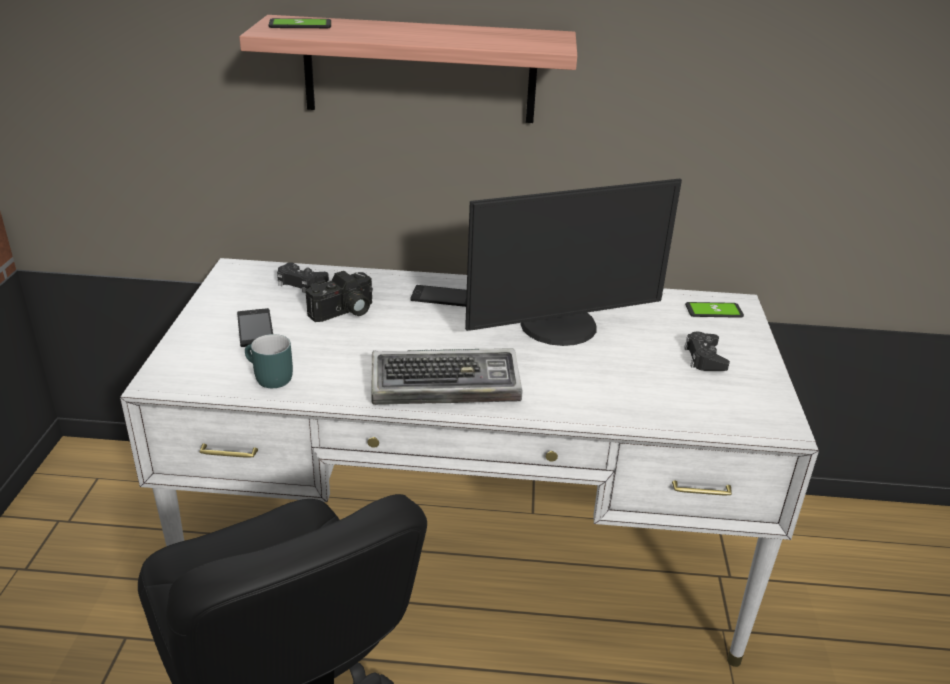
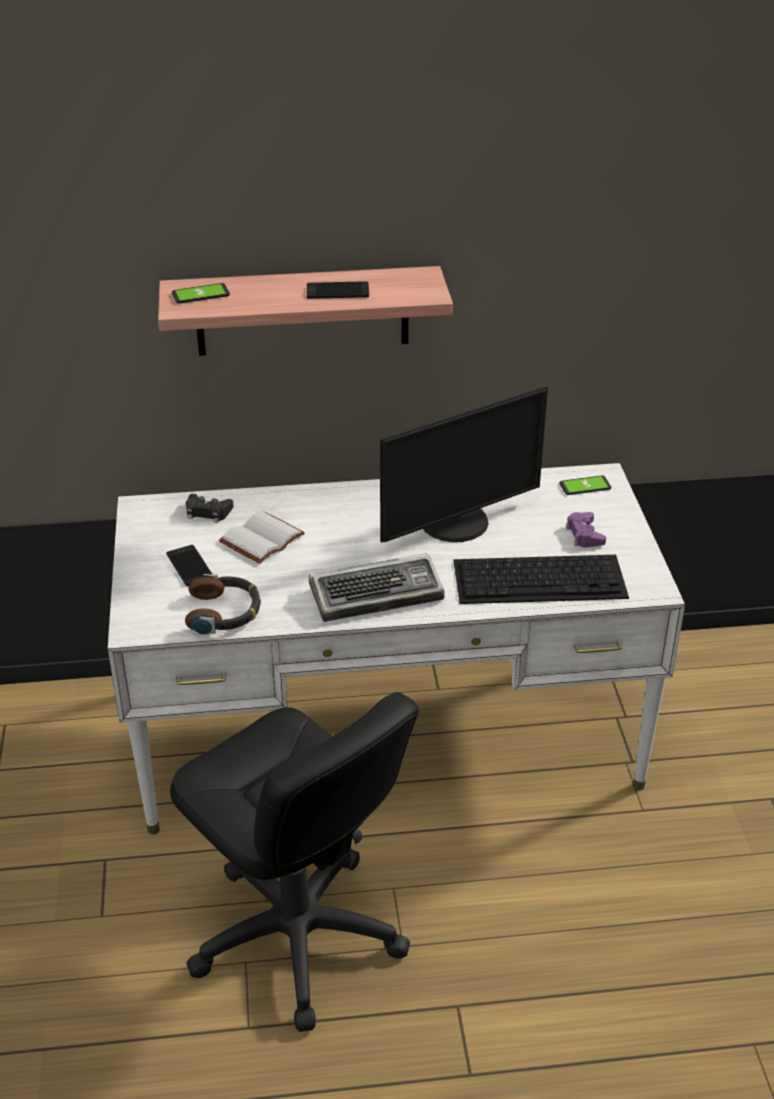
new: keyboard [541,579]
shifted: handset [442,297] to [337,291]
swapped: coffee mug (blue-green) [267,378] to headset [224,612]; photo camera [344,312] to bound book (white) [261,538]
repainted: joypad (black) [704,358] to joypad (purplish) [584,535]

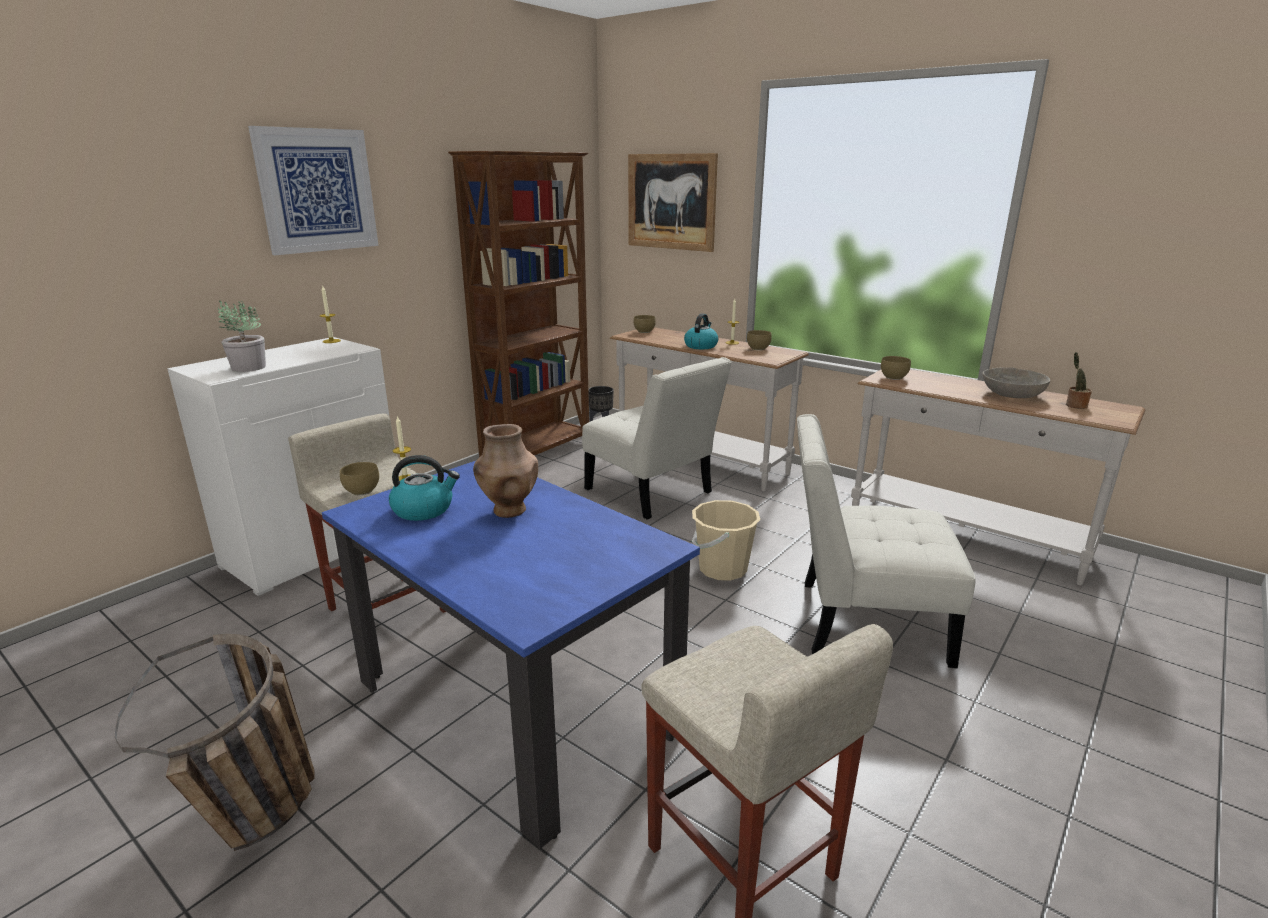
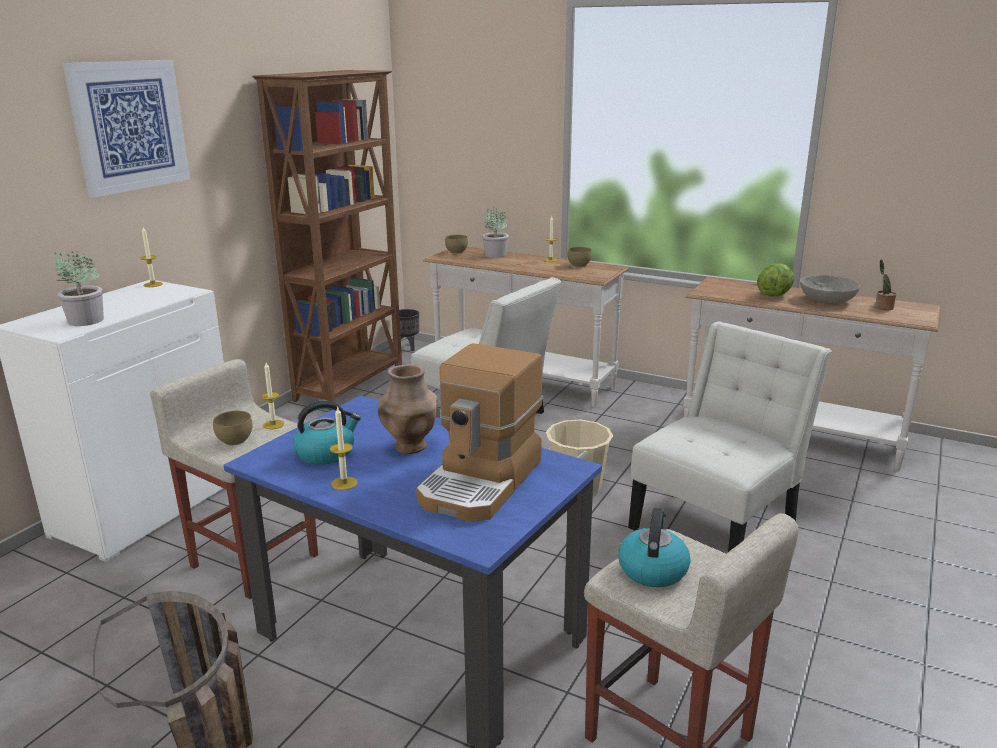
gone: picture [671,202]; bowl (brown-coloured) [892,377]
new: candle [344,483]; coffee brewer [482,482]; potted plant [495,255]; lettuce head [774,295]
shifted: tea kettle [701,346] to [652,569]
rotated: chair (white) [861,621] = [718,522] 135 degrees clockwise

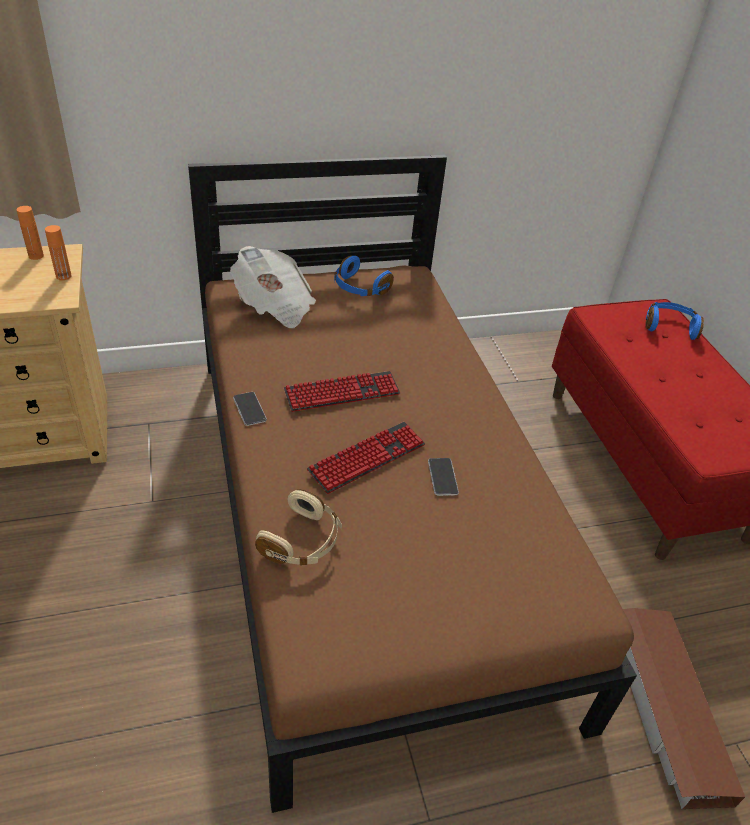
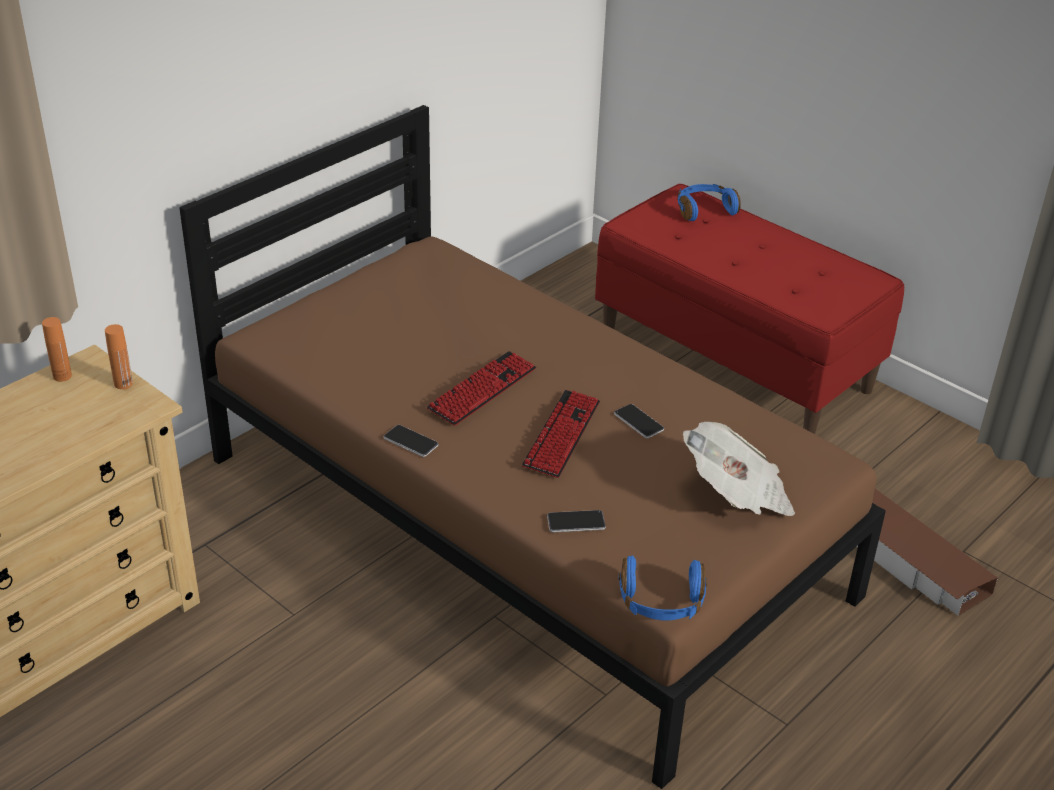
shifted: printed paper [274,306] to [737,495]; headset (bluish) [359,288] to [661,603]
swapped: headset (sand-coloured) [302,541] to handset [576,522]

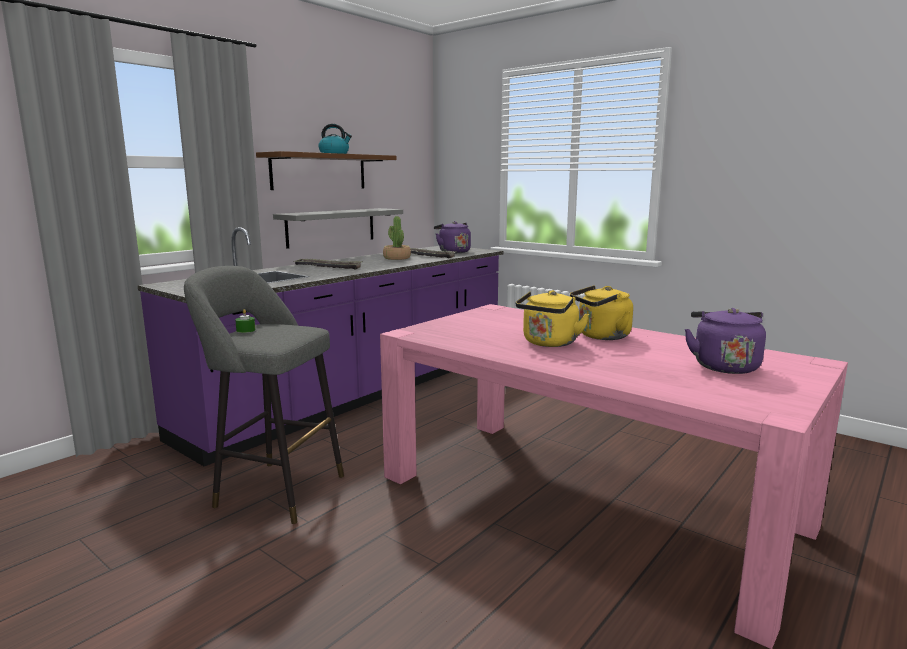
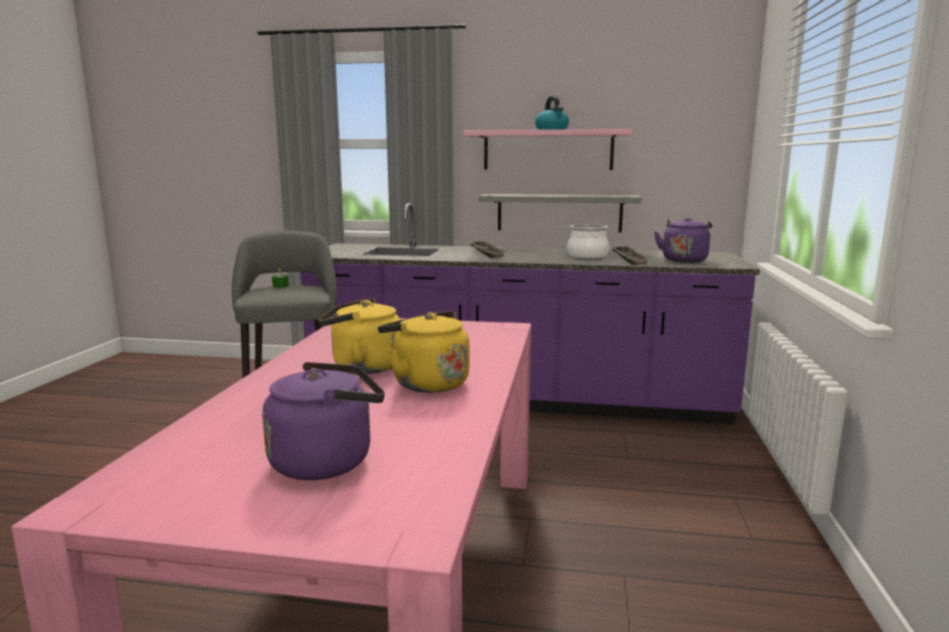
swapped: potted plant [396,258] to cooking pot [587,255]
repainted: shelf (brown-coloured) [319,172] to shelf (pink-coloured) [548,150]

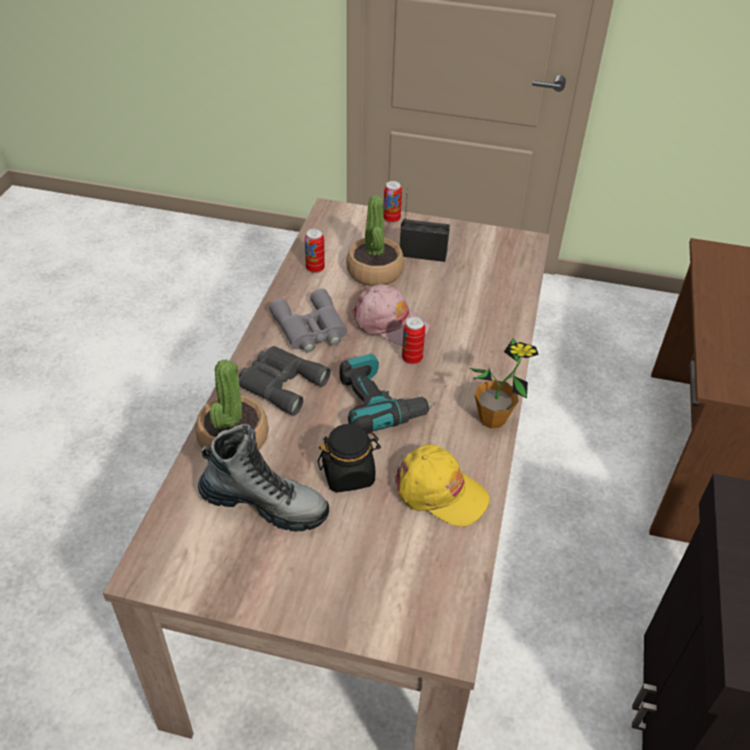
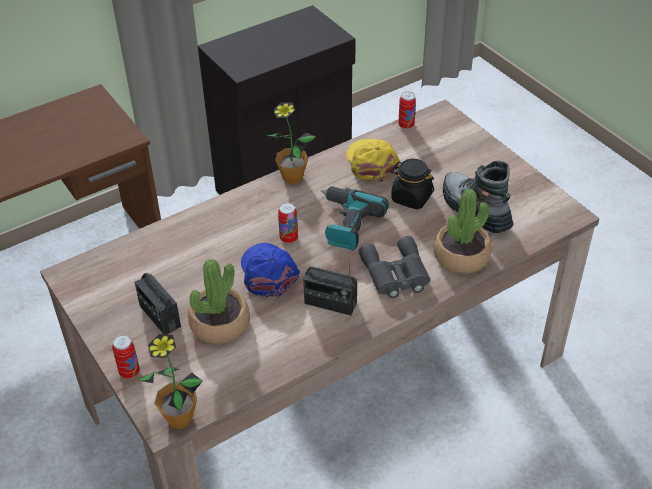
new: potted plant [179,418]
shifted: can [315,268] to [406,125]
swapped: field glasses (greyish) [310,329] to radio receiver [330,303]
repainted: peaked cap (pink-coloured) [390,323] to peaked cap (bluish) [268,272]

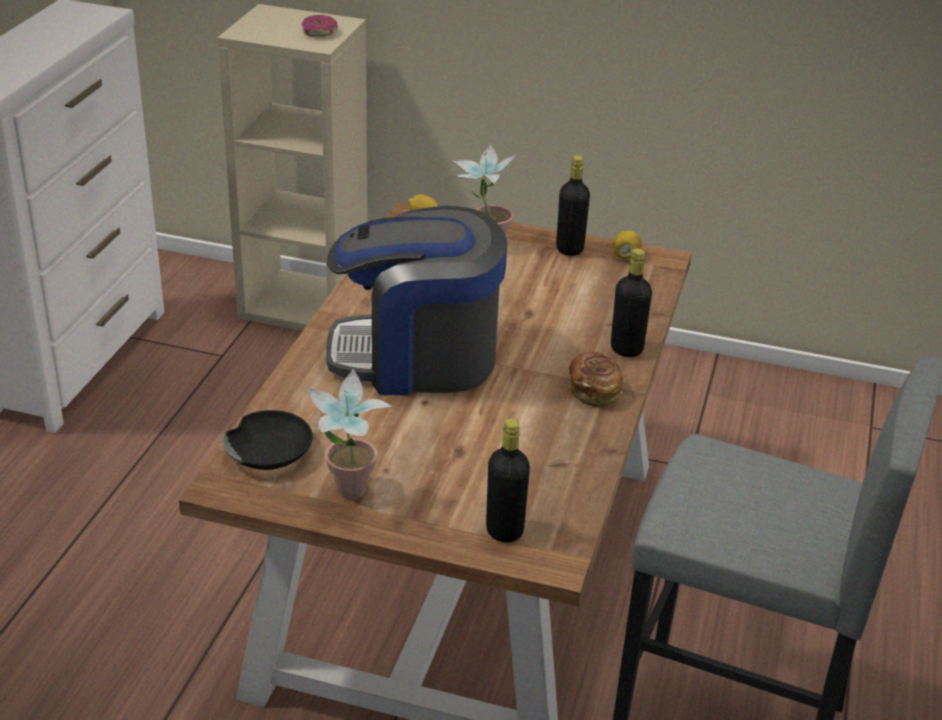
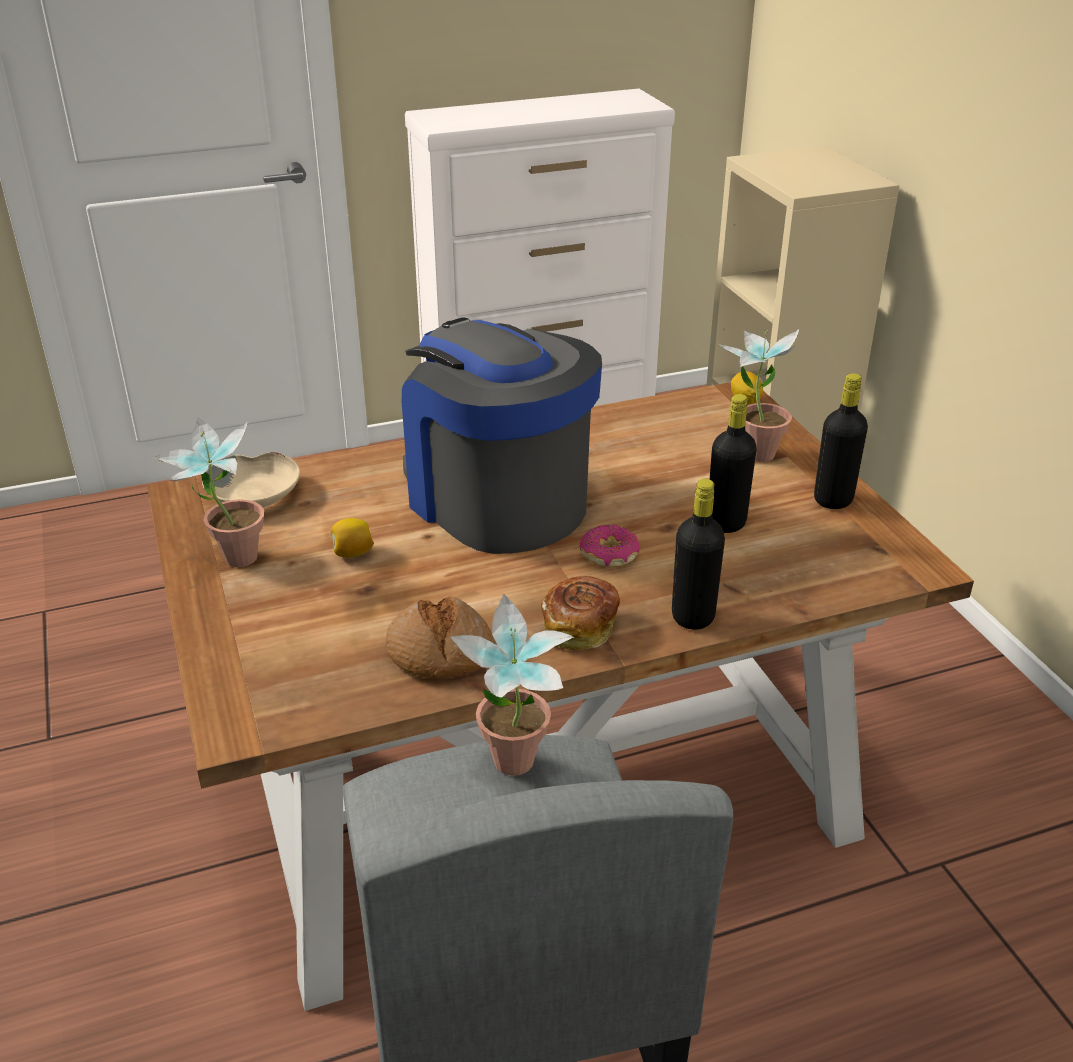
new: baked bread [440,653]; potted plant [515,773]
shifted: doughnut [320,32] to [609,555]; beverage bottle (black) [504,530] to [726,523]; lemon [625,256] to [352,553]
repainted: bowl (black) [270,452] to bowl (sand-coloured) [256,494]

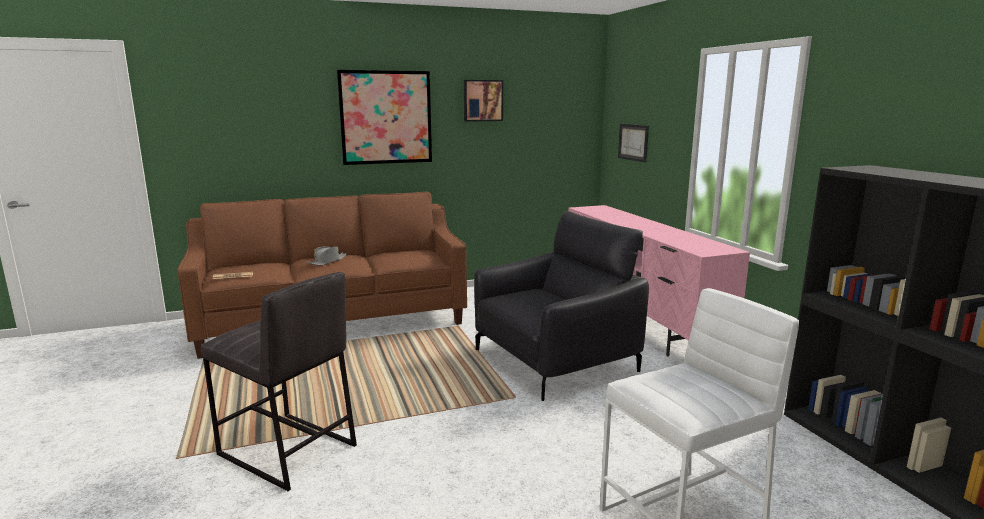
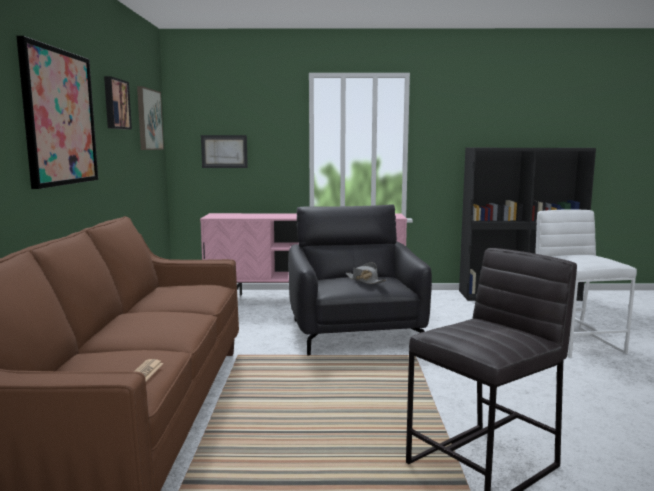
new: picture [149,119]
shifted: clothing hat (greyish) [327,261] to [365,281]

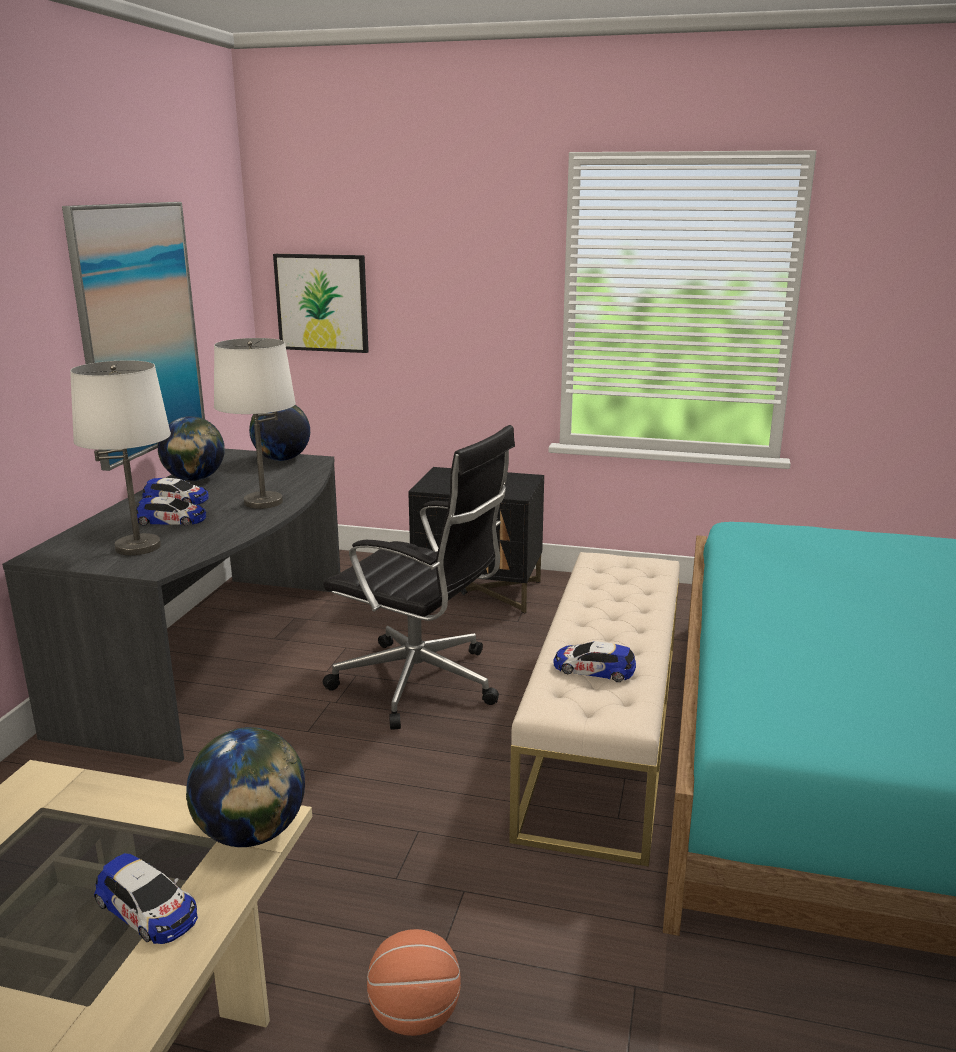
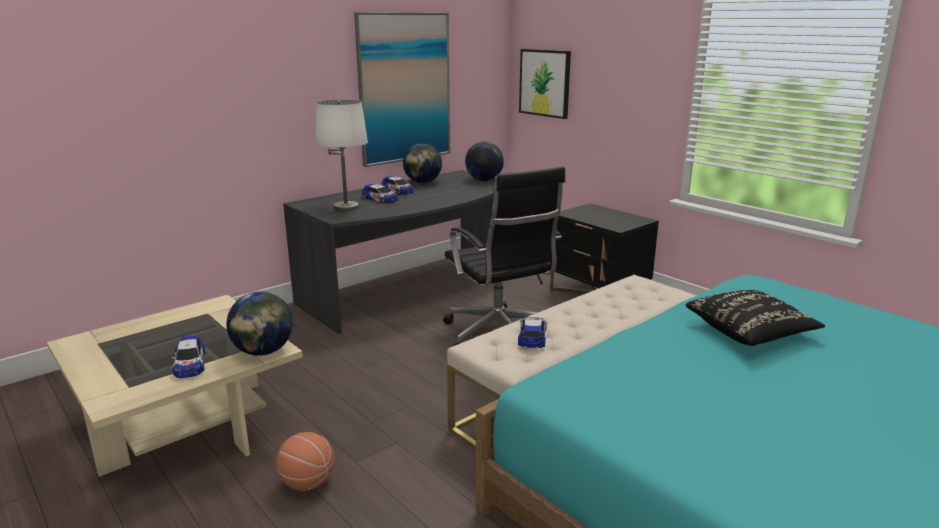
gone: lamp for a table (white) [263,502]
new: pillow (black) [749,332]
rotated: model car [594,669] = [532,336] 45 degrees clockwise

